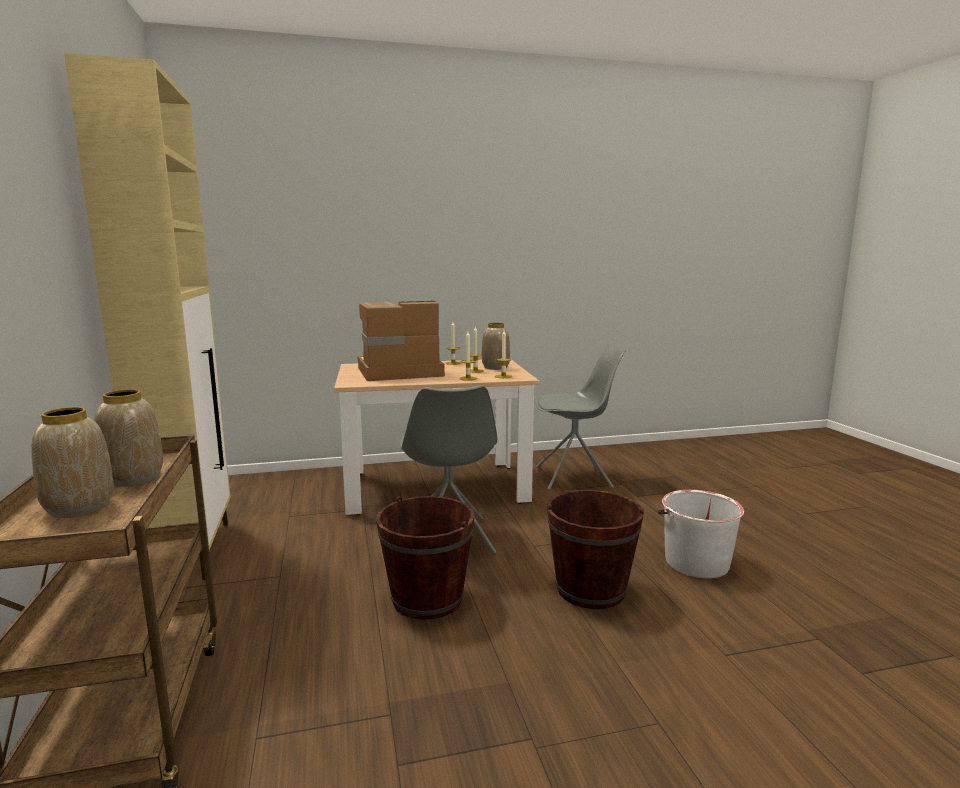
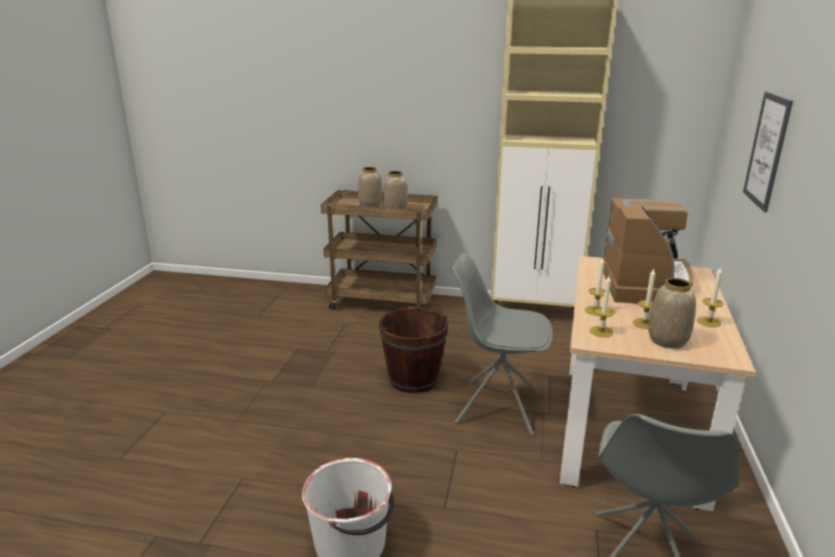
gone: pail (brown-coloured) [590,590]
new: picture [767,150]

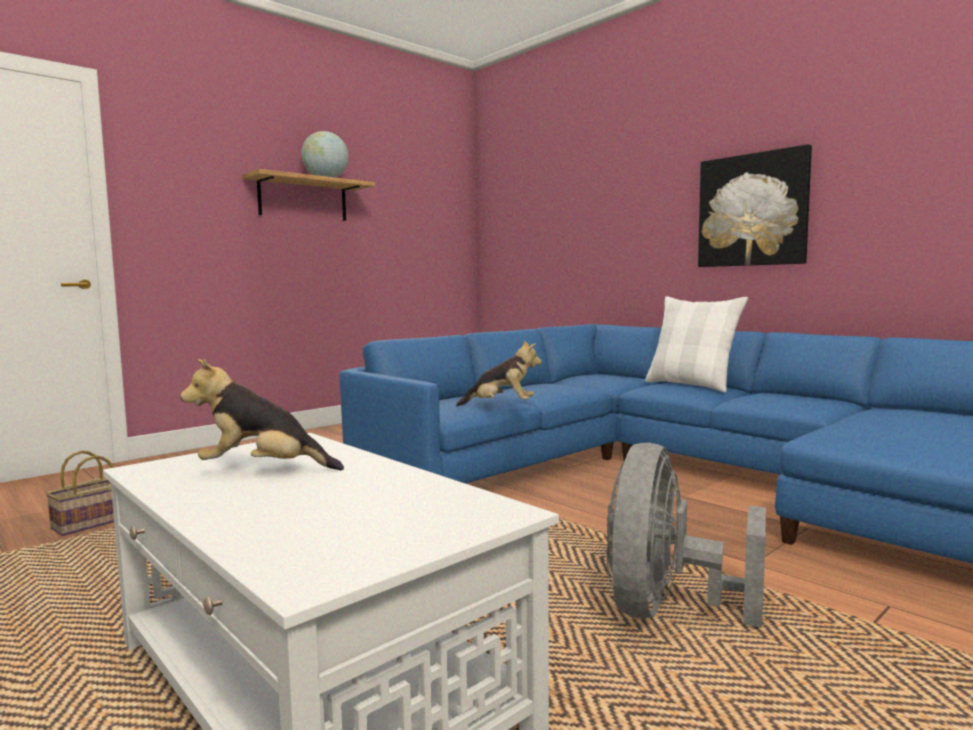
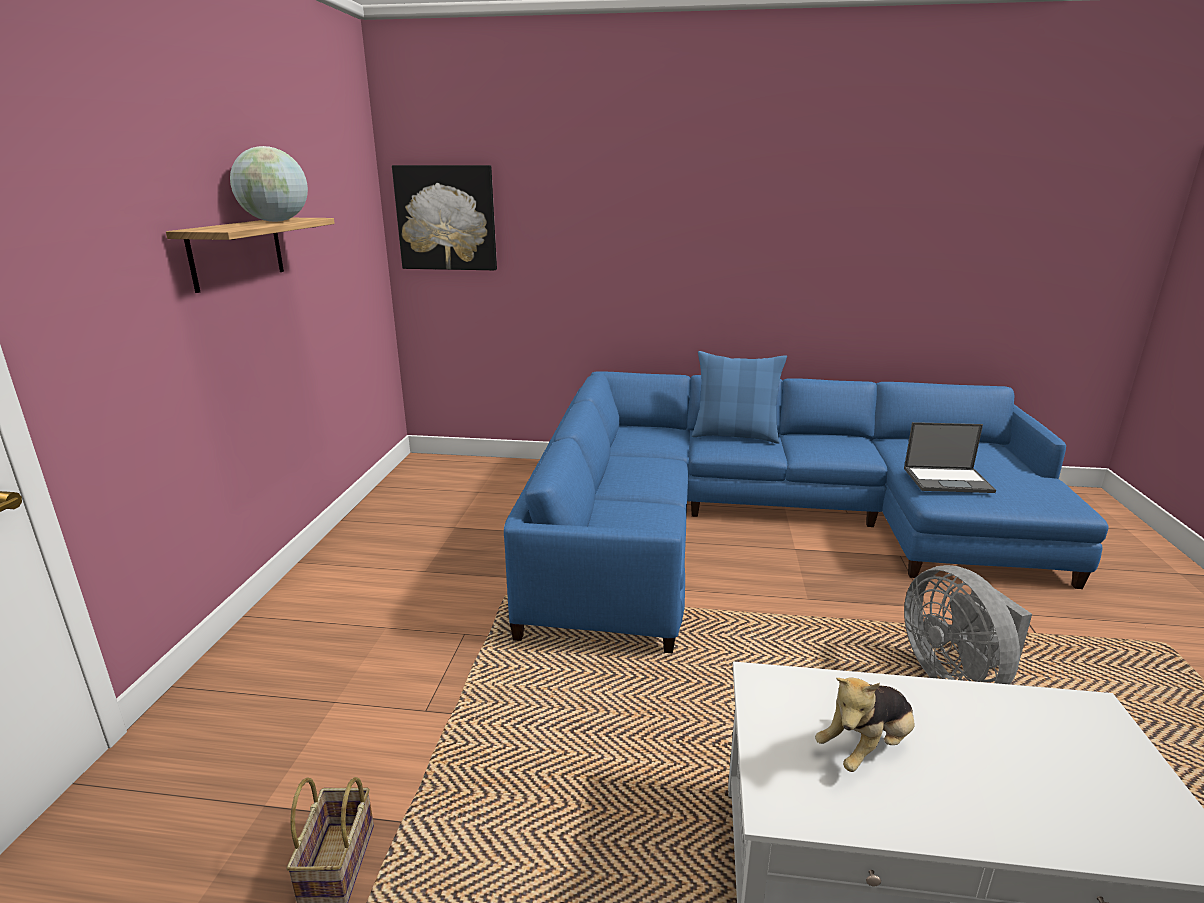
gone: soft toy [501,406]
new: laptop [948,480]
shifted: picture [752,210] to [446,218]
repainted: pillow (white) [691,385] to pillow (bluish) [735,435]

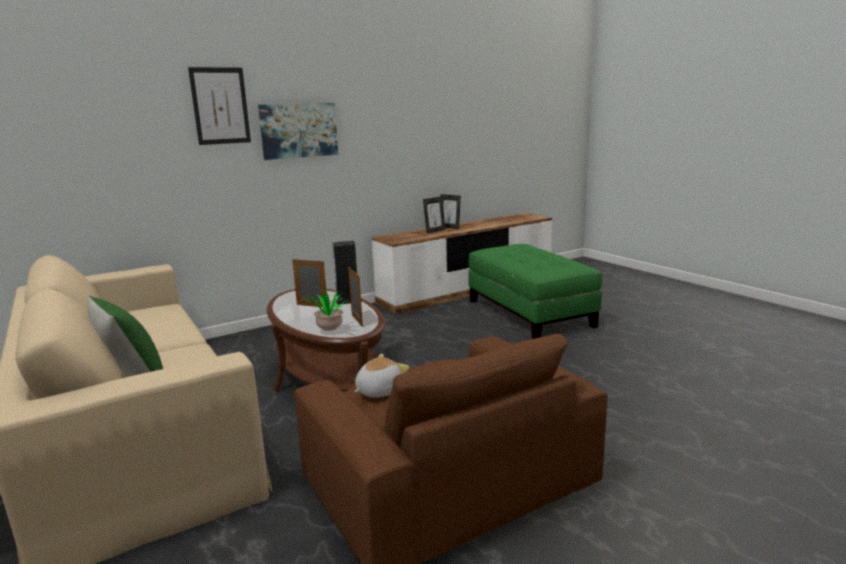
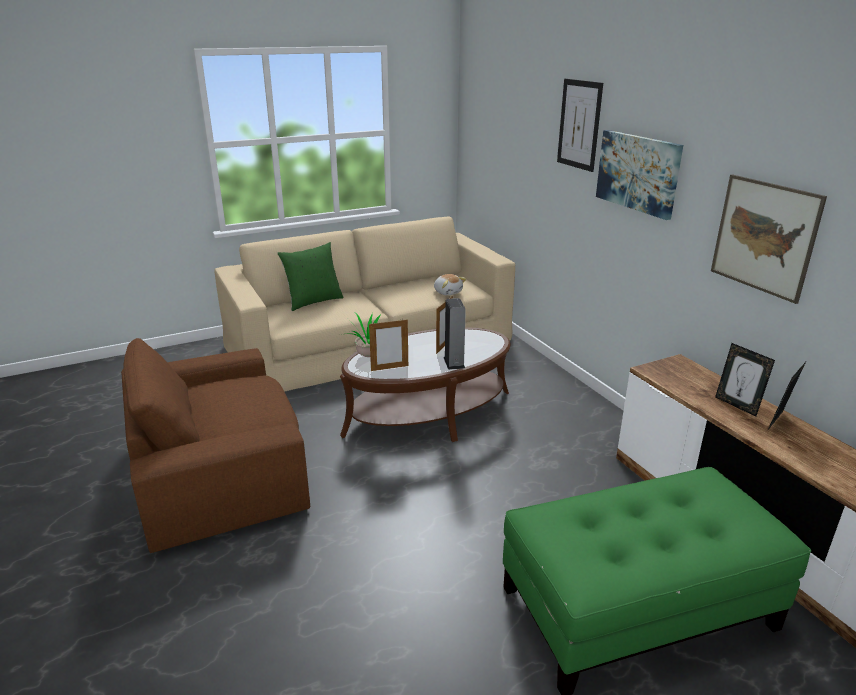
new: picture [764,237]
shifted: soft toy [379,391] to [448,292]

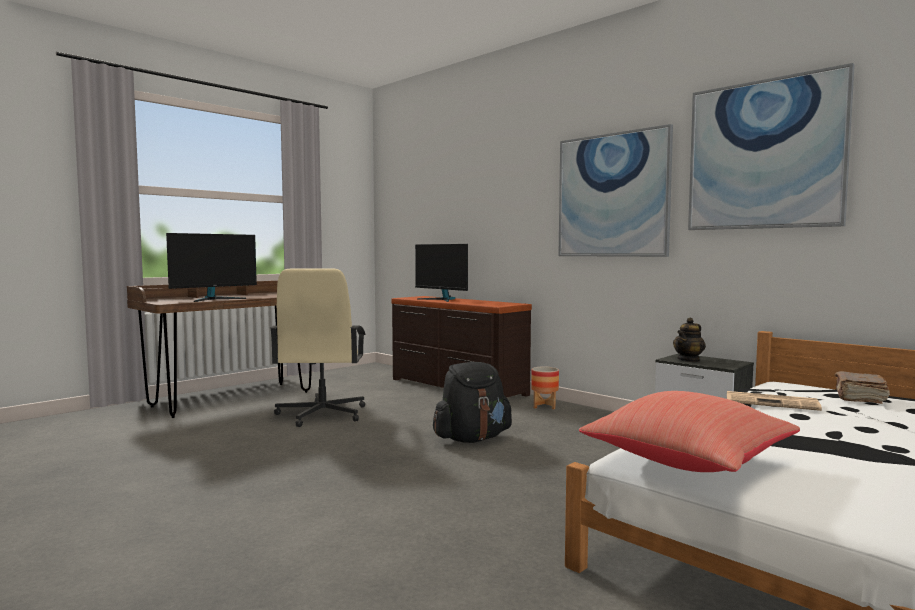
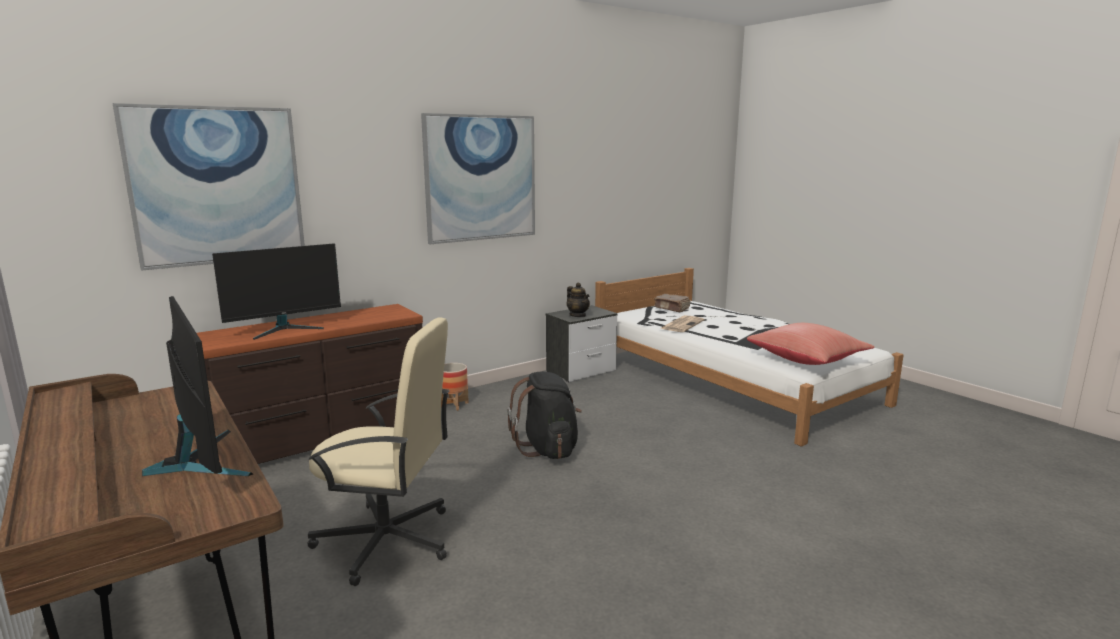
shifted: picture [764,155] to [217,186]

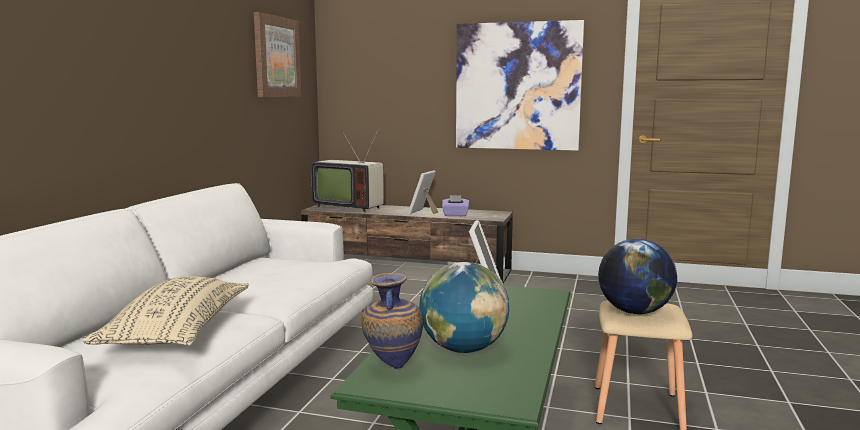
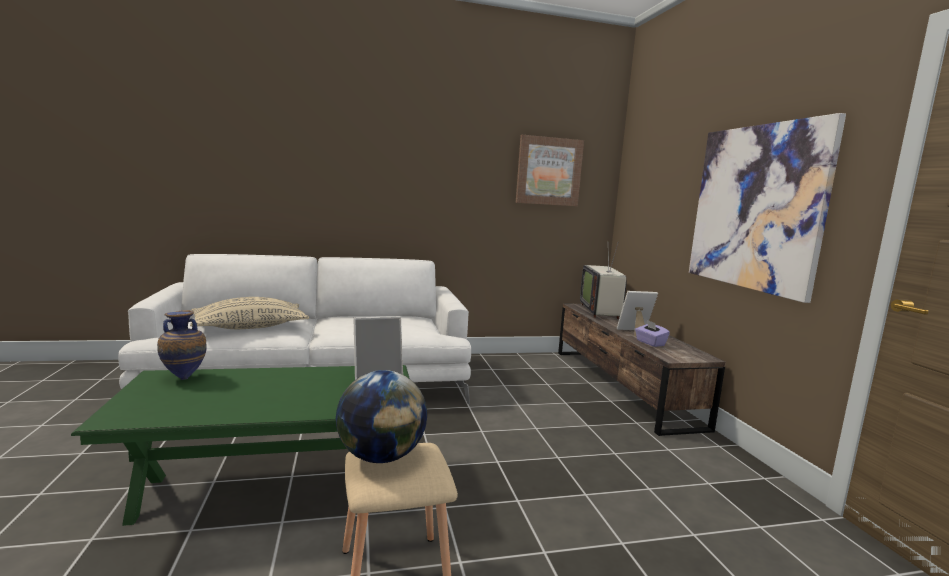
gone: world globe [463,350]

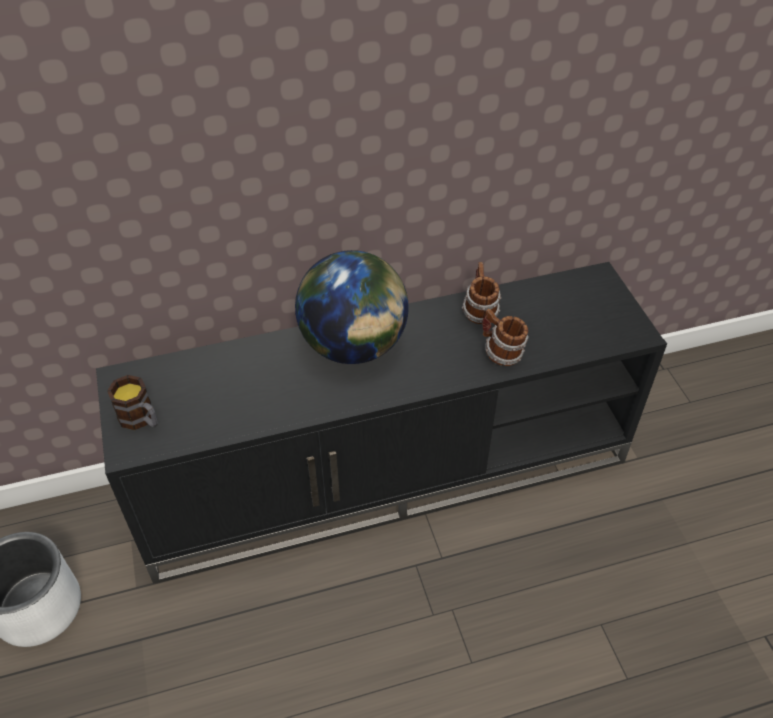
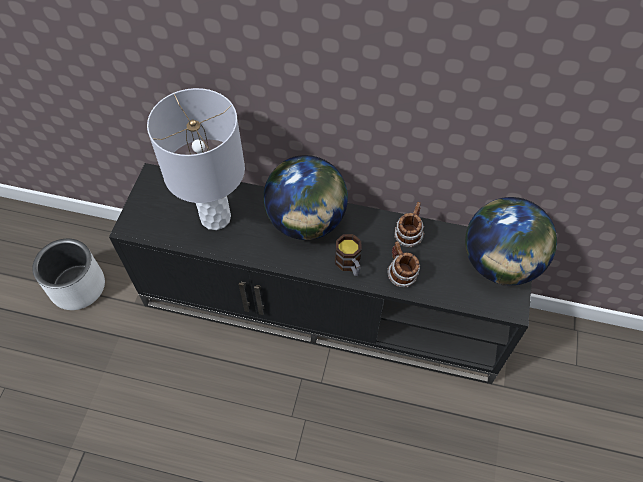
new: lamp for a table (greyish) [215,218]; world globe [500,263]
shifted: coffee mug [141,419] to [350,265]

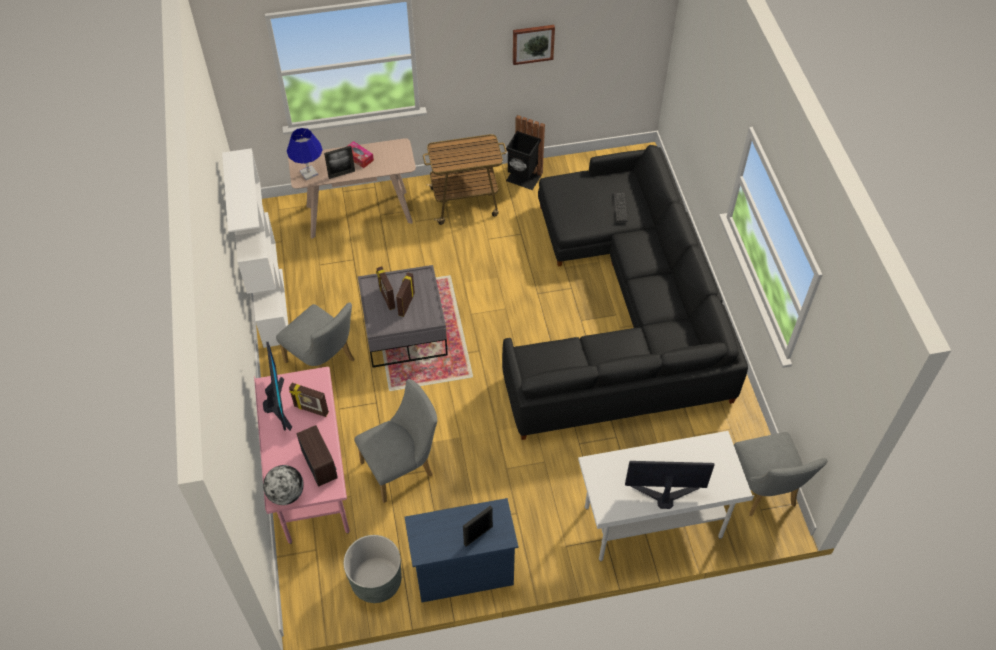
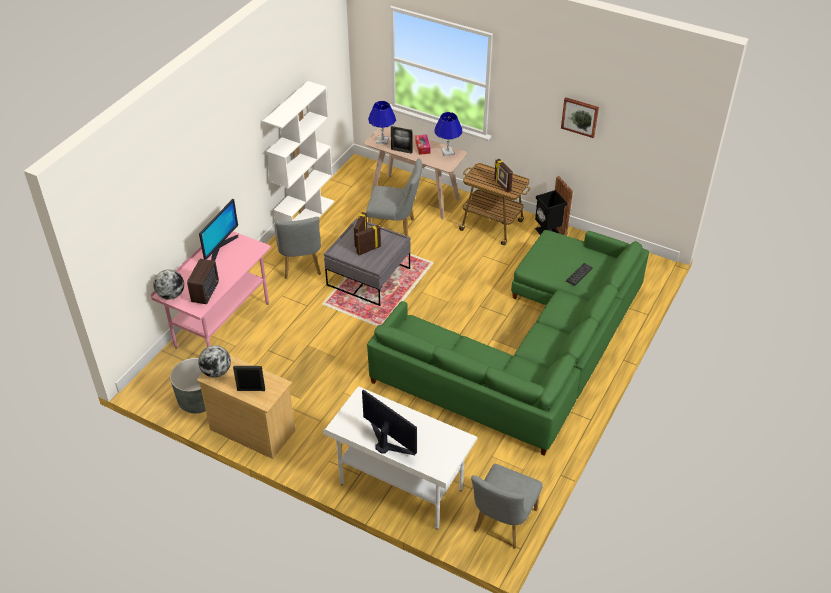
new: world globe [216,372]; lamp for a table (bluish) [447,152]
shifted: picture frame [311,410] to [502,186]; chair (greyish) [402,467] to [395,228]
repainted: chest of drawers (bluish) [462,571] to chest of drawers (sand-coloured) [252,430]; sofa (black) [624,311] to sofa (greenish) [528,351]

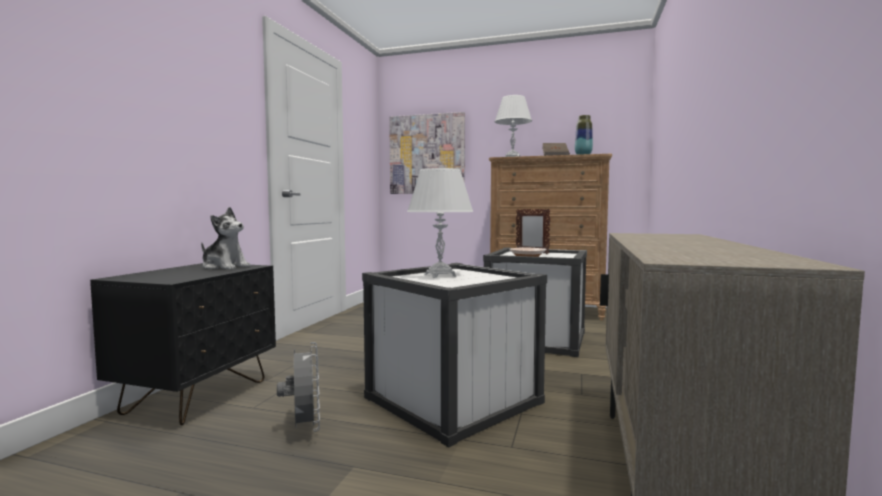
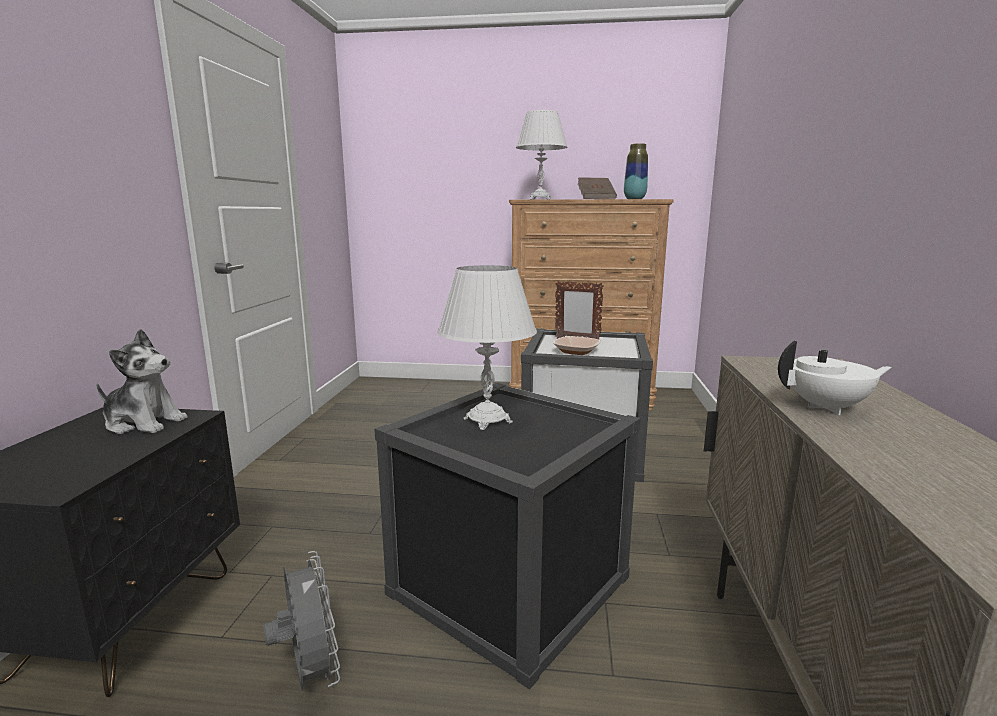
gone: picture [427,154]
new: pot for tea (white) [827,408]
repainted: storage container (white) [453,400] to storage container (black) [510,585]

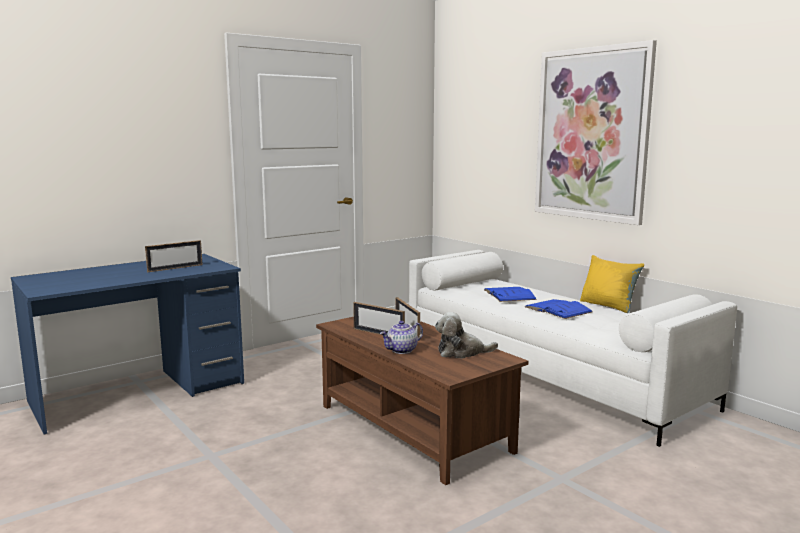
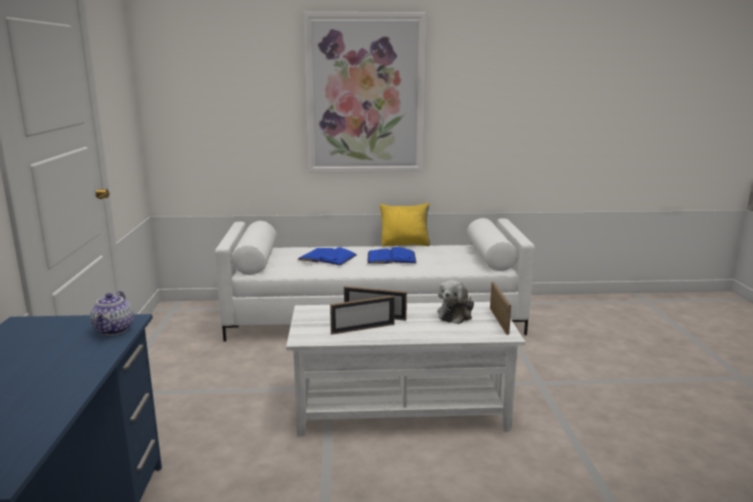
shifted: picture frame [175,268] to [499,321]; pot for tea [402,350] to [115,330]
repainted: lounge table (brown-coloured) [413,428] to lounge table (white) [401,407]

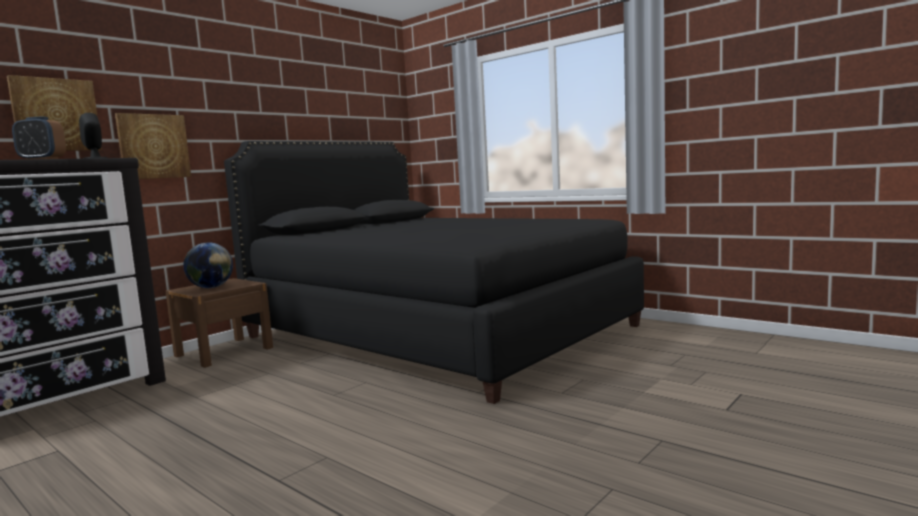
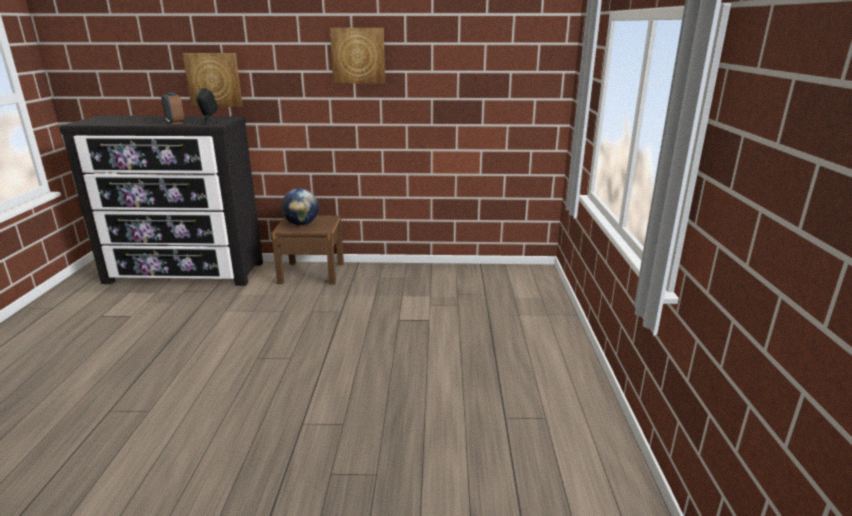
gone: bedroom bed (black) [436,331]
shifted: picture [153,146] to [358,55]

